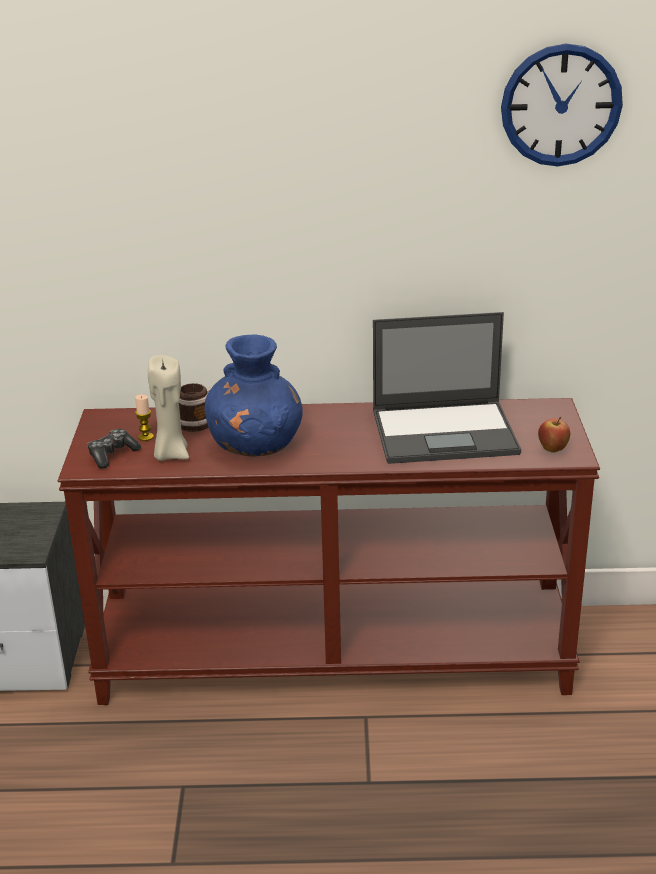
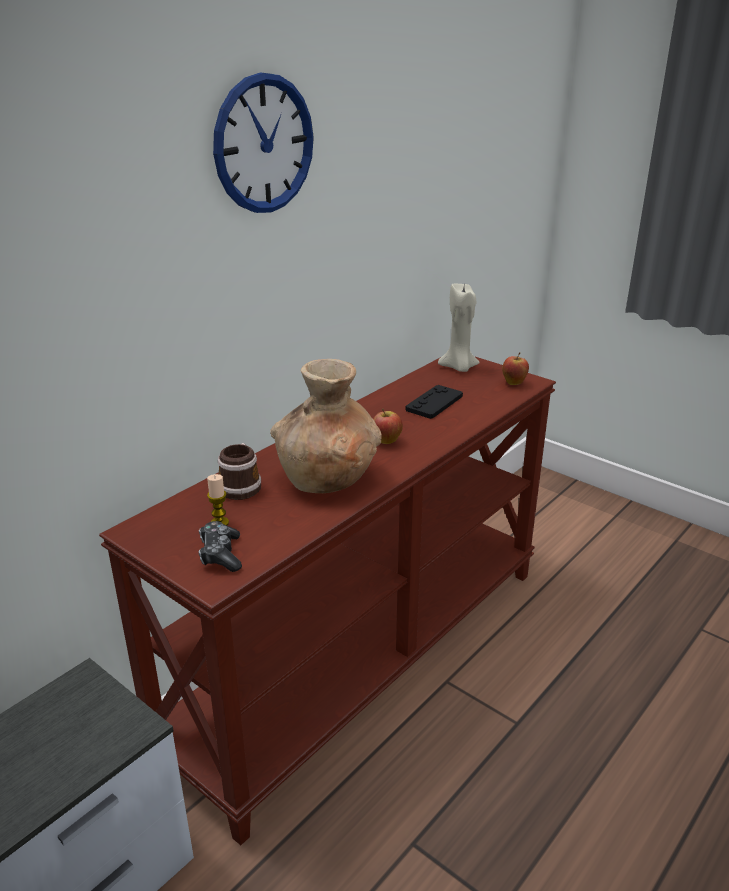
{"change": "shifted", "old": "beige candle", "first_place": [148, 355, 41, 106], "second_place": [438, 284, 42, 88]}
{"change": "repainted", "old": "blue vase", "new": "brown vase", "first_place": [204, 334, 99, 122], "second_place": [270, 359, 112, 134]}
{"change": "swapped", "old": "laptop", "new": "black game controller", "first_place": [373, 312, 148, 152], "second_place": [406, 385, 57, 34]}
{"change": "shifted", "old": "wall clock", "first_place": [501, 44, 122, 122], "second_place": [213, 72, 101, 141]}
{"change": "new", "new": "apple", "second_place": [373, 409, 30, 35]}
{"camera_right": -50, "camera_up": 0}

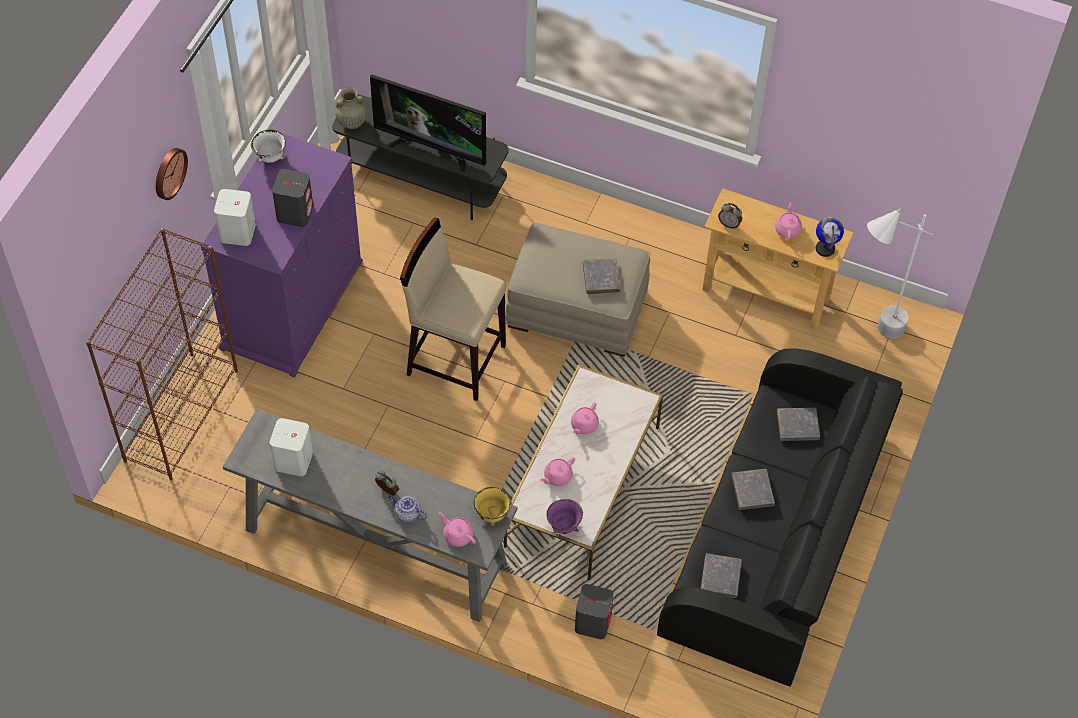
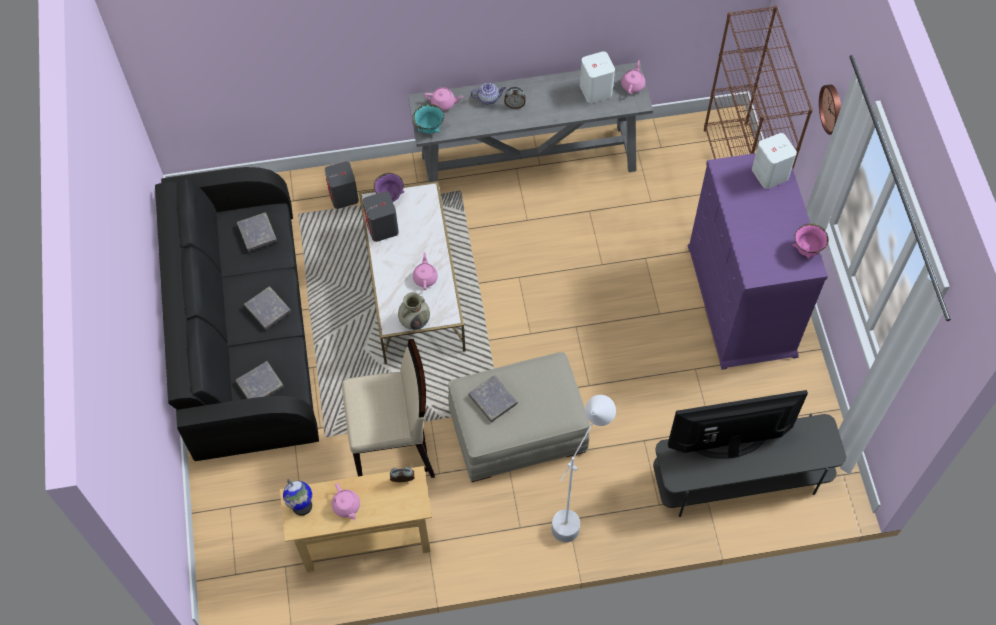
{"change": "repainted", "old": "white bowl", "new": "pink bowl", "first_place": [251, 129, 35, 34], "second_place": [792, 223, 37, 36]}
{"change": "shifted", "old": "grey speaker", "first_place": [272, 169, 41, 58], "second_place": [363, 191, 36, 51]}
{"change": "shifted", "old": "beige vase", "first_place": [335, 87, 32, 42], "second_place": [398, 292, 32, 38]}
{"change": "shifted", "old": "beige stool", "first_place": [400, 217, 106, 184], "second_place": [342, 339, 93, 139]}
{"change": "repainted", "old": "yellow bowl", "new": "turquoise bowl", "first_place": [474, 487, 38, 39], "second_place": [413, 104, 31, 30]}
{"change": "shifted", "old": "pink teapot", "first_place": [540, 457, 35, 29], "second_place": [621, 61, 24, 33]}
{"change": "shifted", "old": "white floor lamp", "first_place": [867, 208, 66, 131], "second_place": [552, 395, 64, 147]}
{"camera_right": 150, "camera_up": 5}

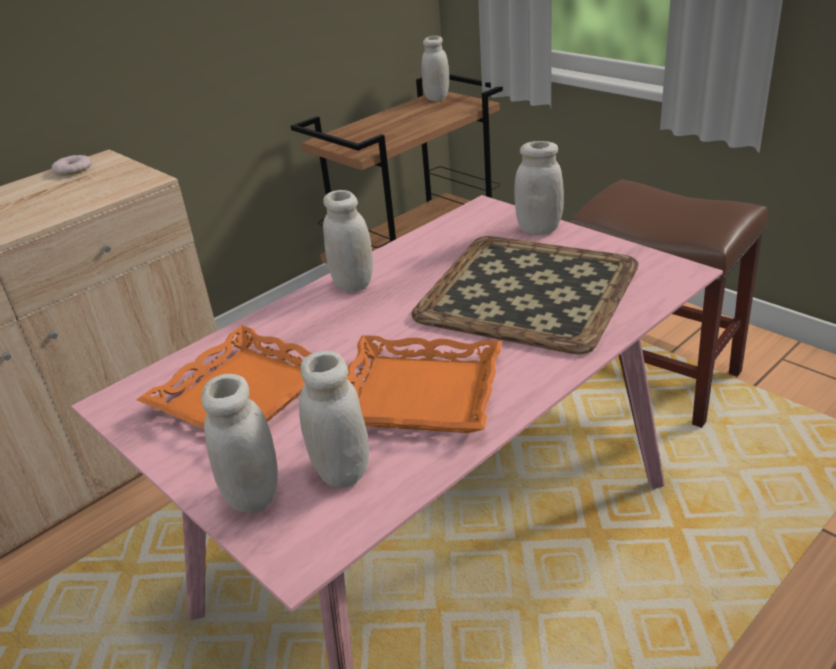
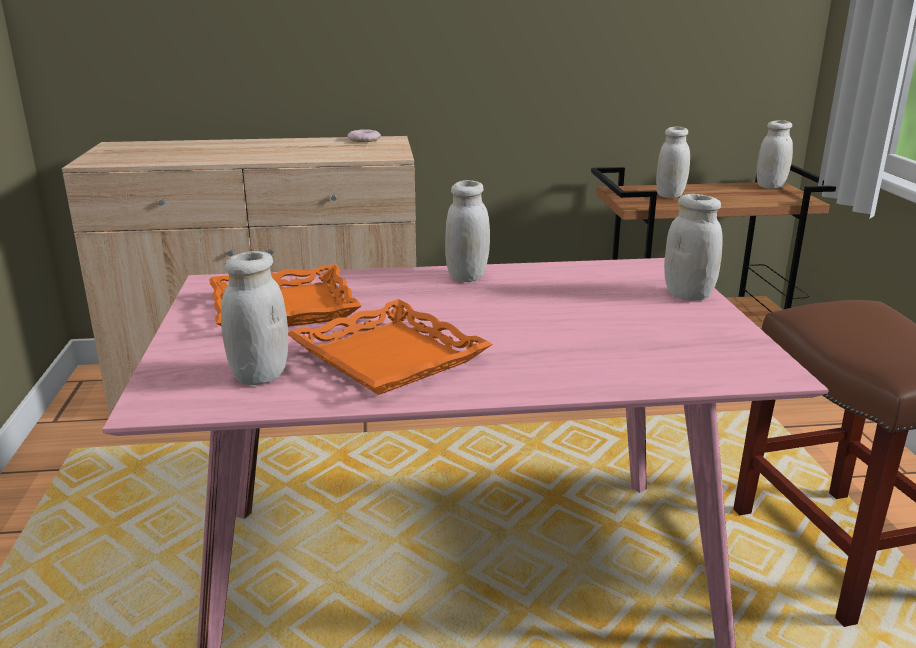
{"change": "shifted", "old": "white jar", "first_place": [202, 374, 76, 139], "second_place": [656, 127, 34, 71]}
{"change": "gone", "old": "tray", "first_place": [411, 236, 227, 119]}
{"camera_right": 35, "camera_up": -10}

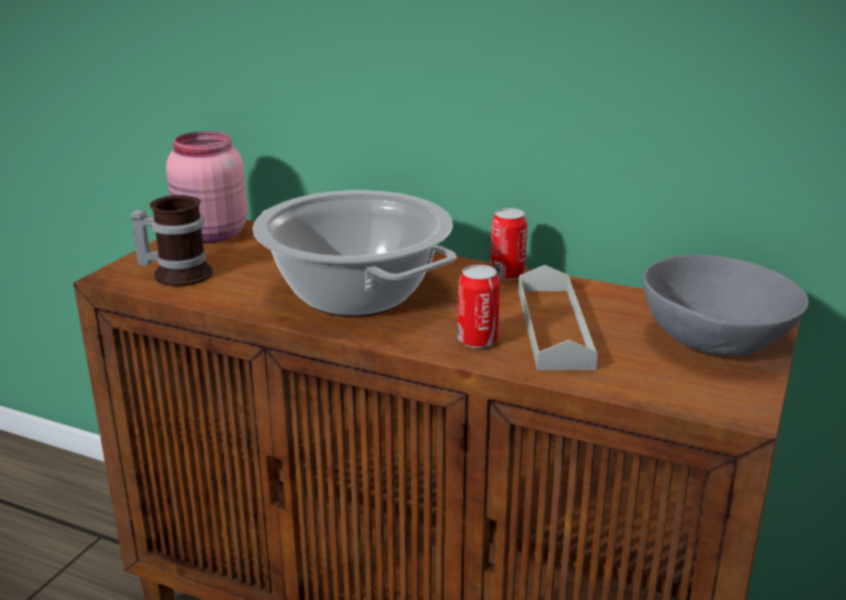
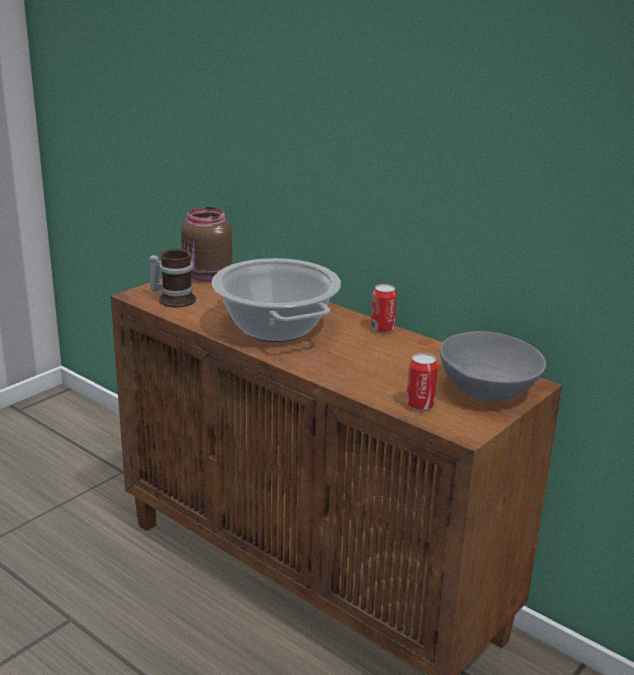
{"change": "repainted", "old": "pink jar", "new": "brown jar", "first_place": [166, 131, 82, 112], "second_place": [181, 207, 51, 75]}
{"change": "shifted", "old": "can", "first_place": [457, 265, 43, 83], "second_place": [406, 353, 32, 58]}
{"change": "gone", "old": "grey tray", "first_place": [518, 265, 80, 105]}
{"camera_right": 15, "camera_up": 0}

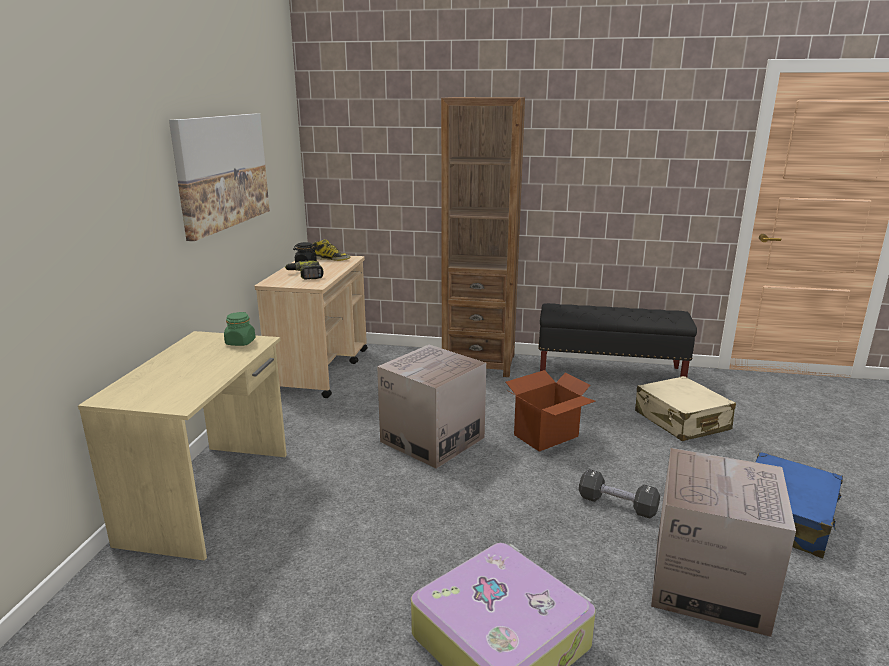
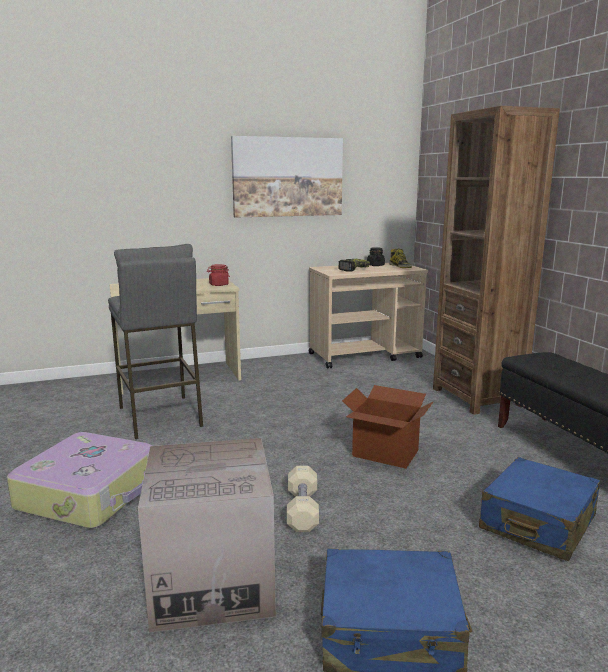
{"change": "repainted", "old": "green jar", "new": "red jar", "first_place": [224, 312, 32, 34], "second_place": [207, 264, 23, 22]}
{"change": "gone", "old": "cardboard box", "first_place": [377, 345, 109, 124]}
{"change": "repainted", "old": "black dumbbell", "new": "beige dumbbell", "first_place": [579, 469, 81, 50], "second_place": [287, 466, 32, 66]}
{"change": "repainted", "old": "beige suitcase", "new": "blue suitcase", "first_place": [635, 376, 101, 65], "second_place": [479, 457, 121, 104]}
{"change": "new", "new": "grey stool", "second_place": [108, 244, 95, 195]}
{"camera_right": 60, "camera_up": -5}

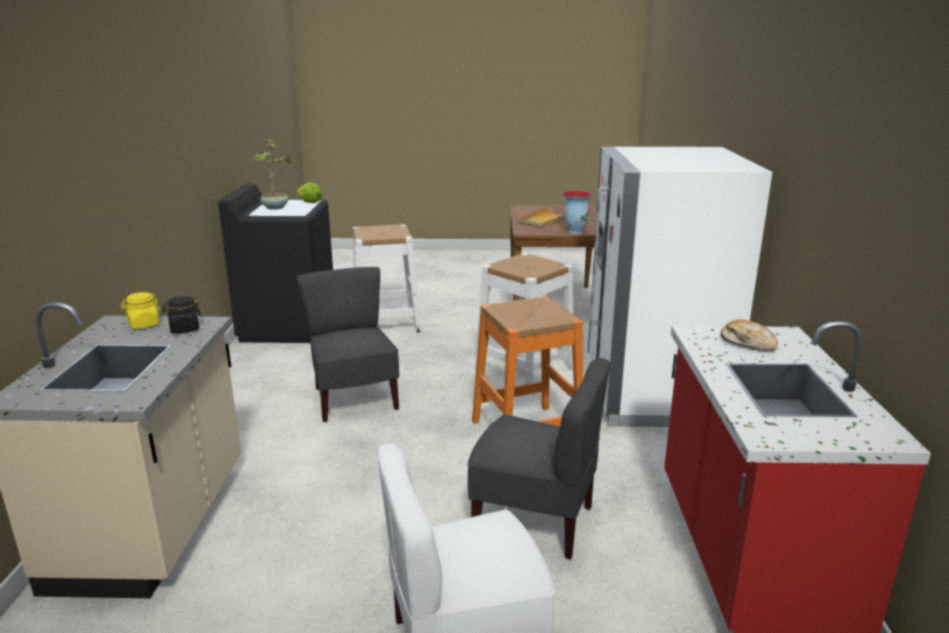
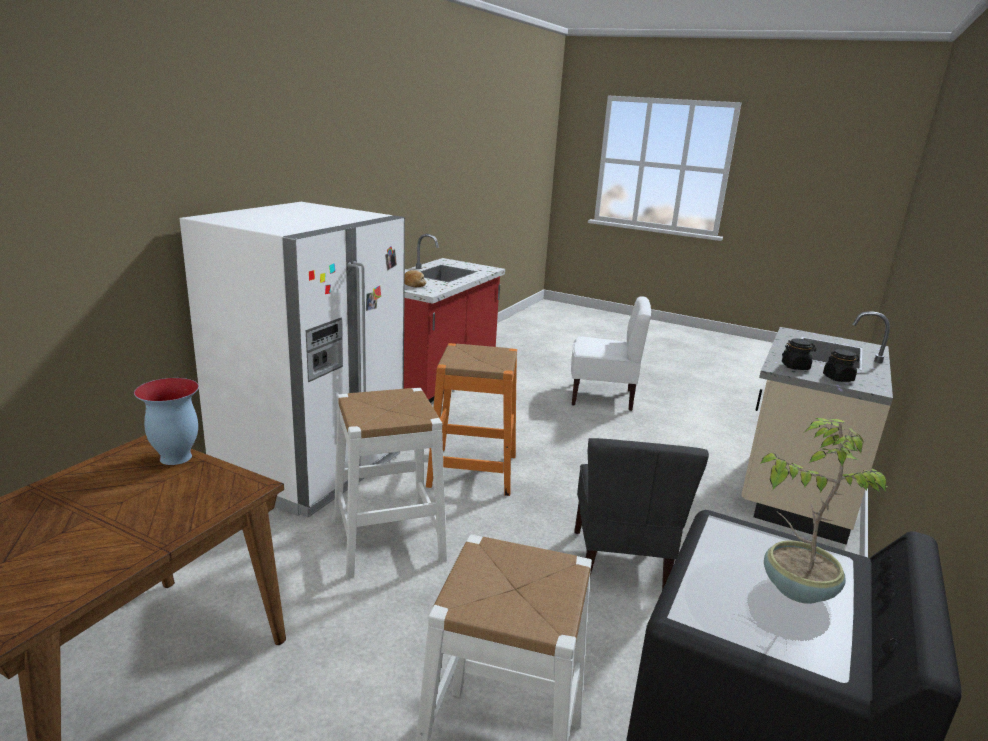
{"change": "repainted", "old": "yellow jar", "new": "black jar", "first_place": [121, 292, 40, 37], "second_place": [823, 349, 36, 33]}
{"change": "gone", "old": "lettuce", "first_place": [297, 183, 25, 20]}
{"change": "gone", "old": "grey chair", "first_place": [468, 358, 142, 201]}
{"change": "gone", "old": "beige tray", "first_place": [519, 208, 45, 20]}
{"camera_right": -155, "camera_up": 0}

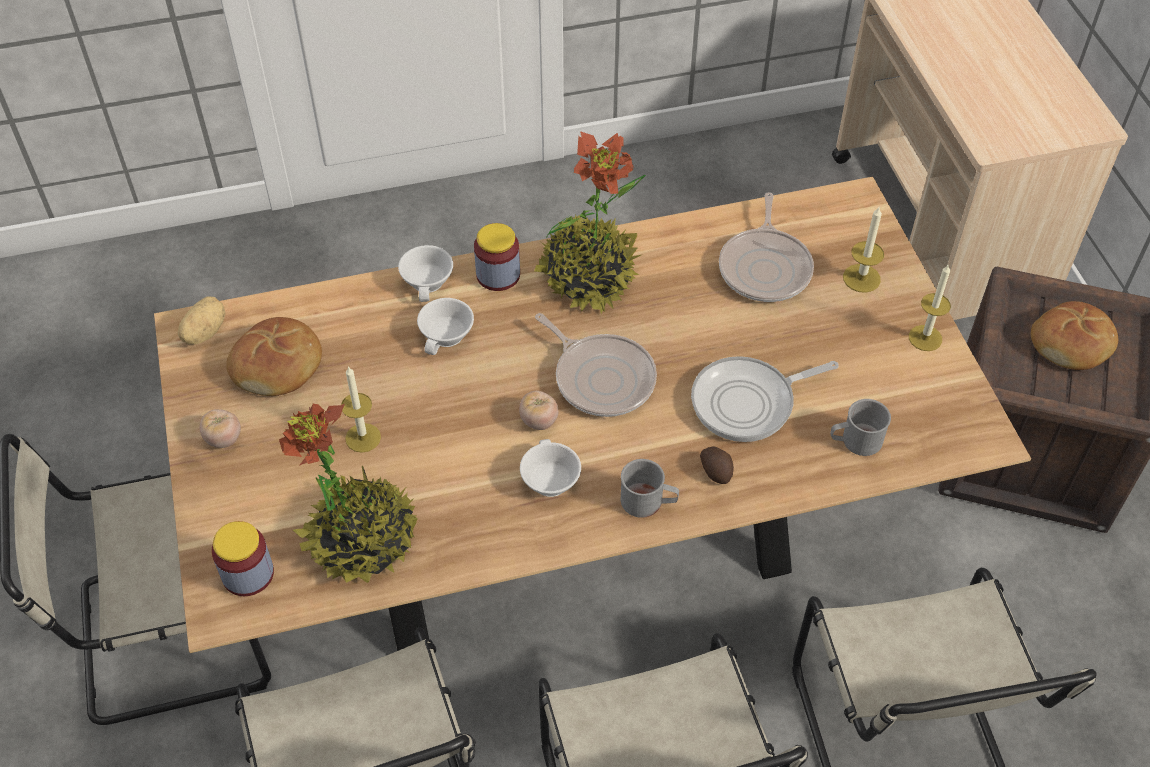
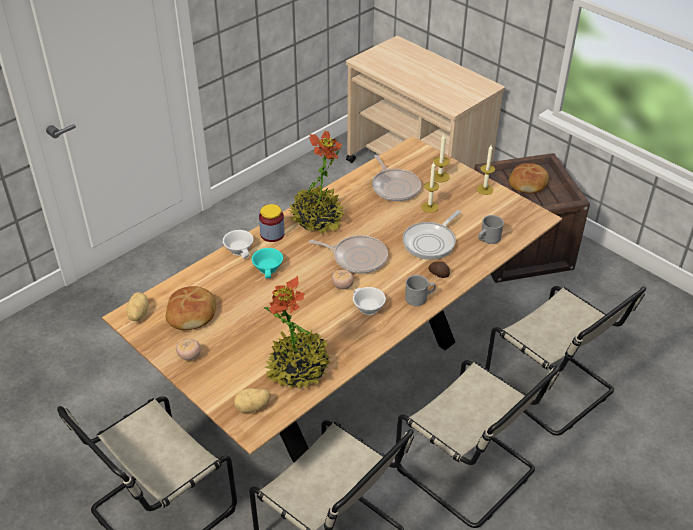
{"change": "swapped", "old": "jar", "new": "potato", "first_place": [211, 521, 63, 75], "second_place": [234, 388, 37, 25]}
{"change": "shifted", "old": "candle", "first_place": [341, 366, 40, 87], "second_place": [421, 162, 18, 51]}
{"change": "repainted", "old": "white cup", "new": "turquoise cup", "first_place": [417, 298, 57, 57], "second_place": [252, 248, 31, 31]}
{"camera_right": -30, "camera_up": -10}

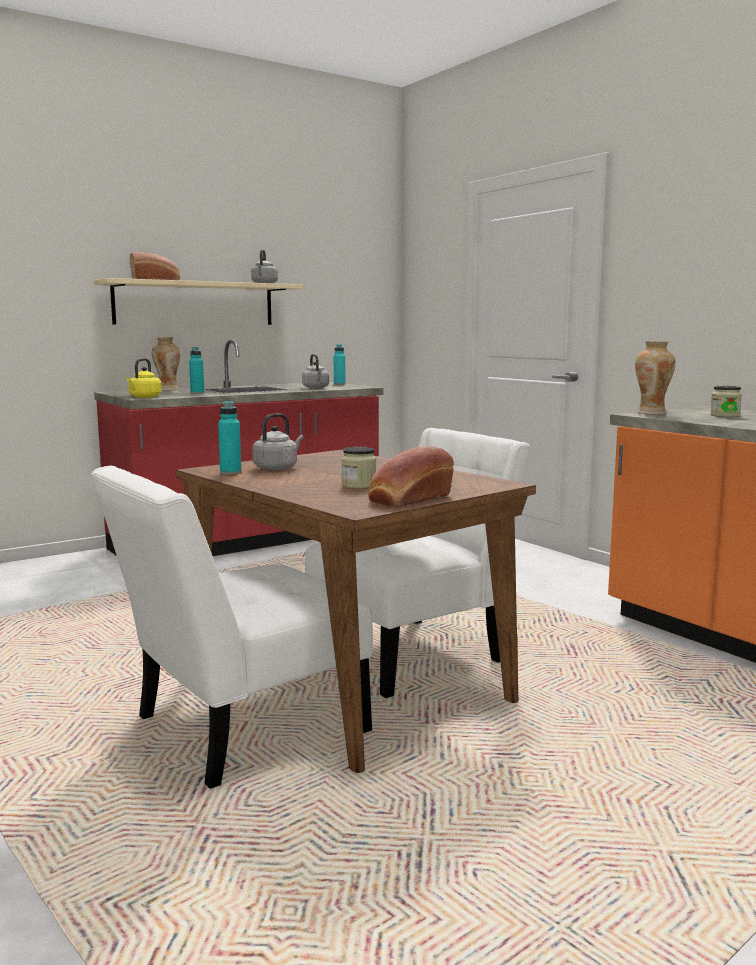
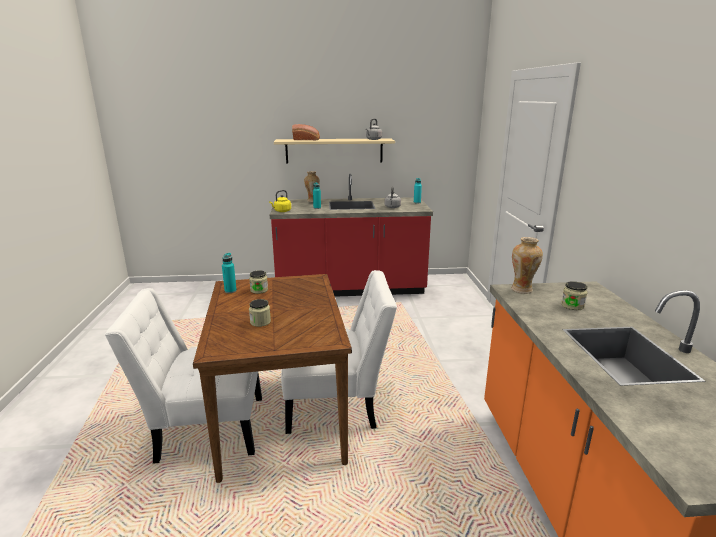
{"change": "swapped", "old": "grey kettle", "new": "jar", "first_place": [252, 413, 51, 57], "second_place": [249, 270, 19, 24]}
{"change": "gone", "old": "bread", "first_place": [368, 446, 86, 61]}
{"camera_right": 30, "camera_up": 10}

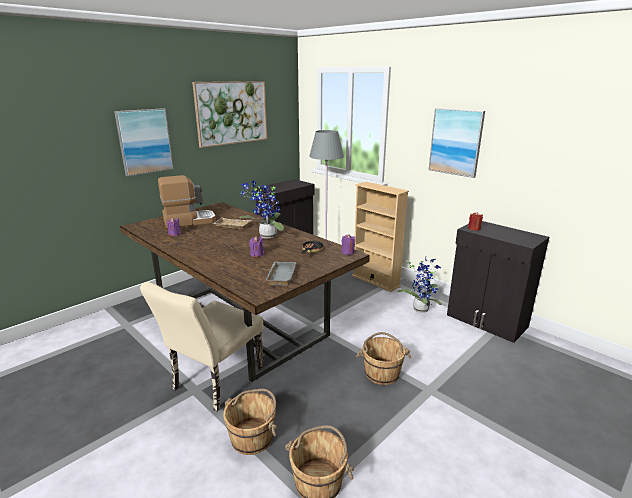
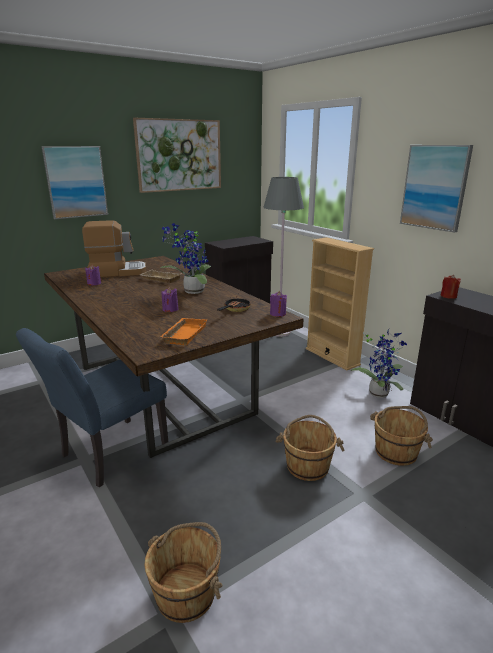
{"change": "repainted", "old": "beige chair", "new": "blue chair", "first_place": [140, 282, 124, 130], "second_place": [16, 328, 152, 159]}
{"change": "shifted", "old": "brown bucket", "first_place": [223, 389, 54, 66], "second_place": [370, 406, 63, 60]}
{"change": "repainted", "old": "grey tray", "new": "orange tray", "first_place": [266, 262, 30, 24], "second_place": [160, 318, 47, 27]}
{"camera_right": 10, "camera_up": 0}

